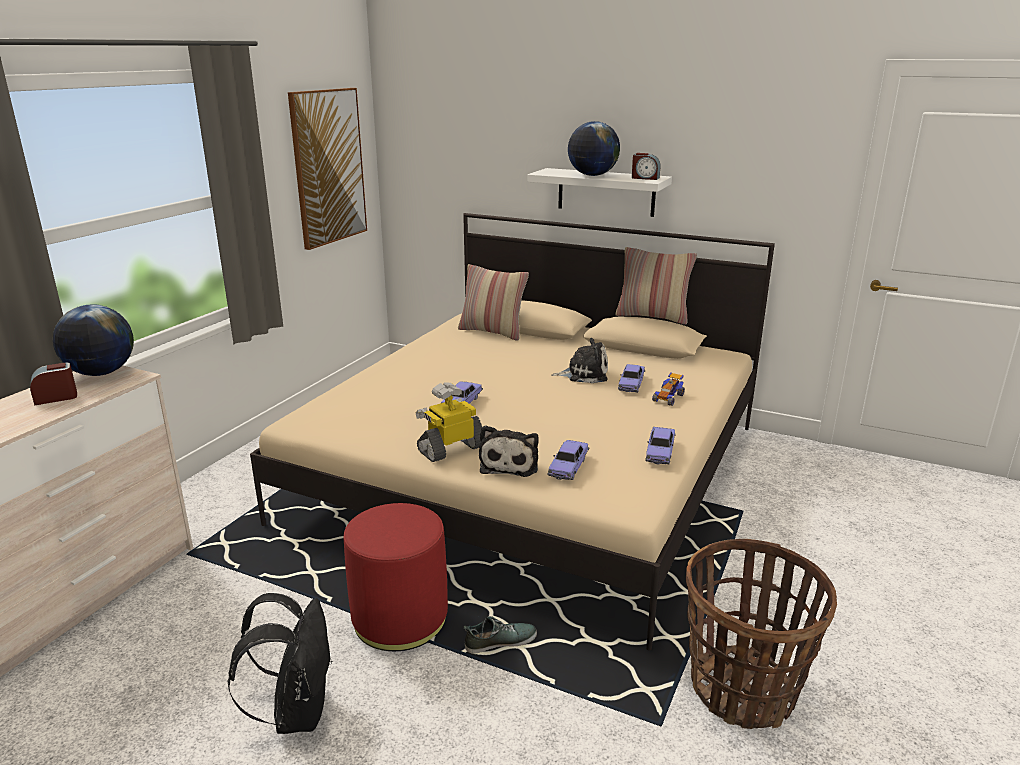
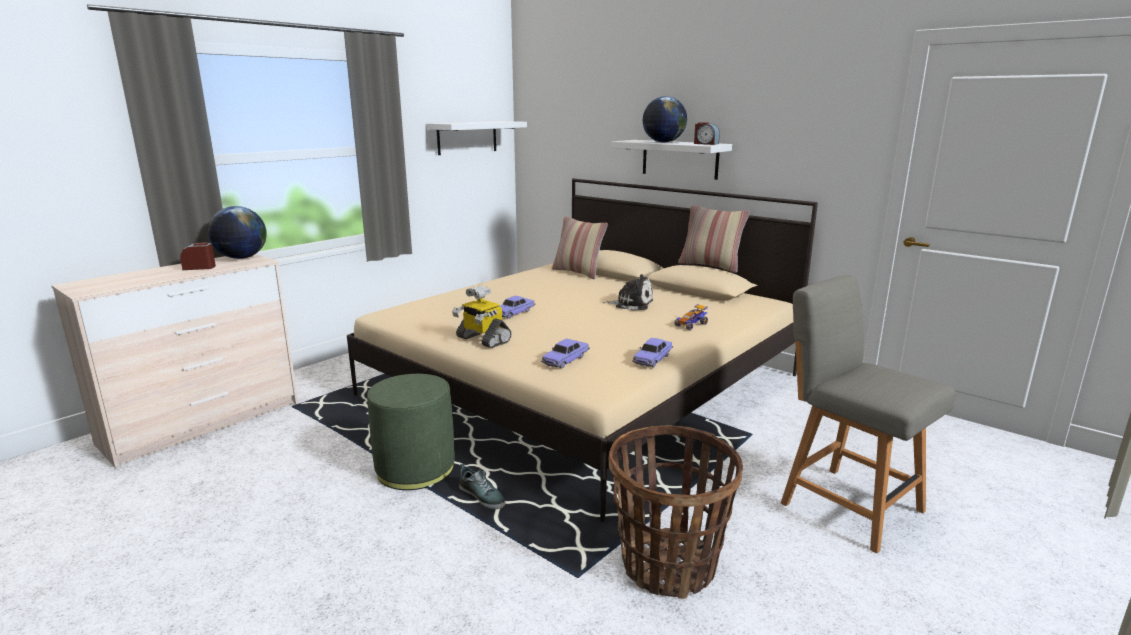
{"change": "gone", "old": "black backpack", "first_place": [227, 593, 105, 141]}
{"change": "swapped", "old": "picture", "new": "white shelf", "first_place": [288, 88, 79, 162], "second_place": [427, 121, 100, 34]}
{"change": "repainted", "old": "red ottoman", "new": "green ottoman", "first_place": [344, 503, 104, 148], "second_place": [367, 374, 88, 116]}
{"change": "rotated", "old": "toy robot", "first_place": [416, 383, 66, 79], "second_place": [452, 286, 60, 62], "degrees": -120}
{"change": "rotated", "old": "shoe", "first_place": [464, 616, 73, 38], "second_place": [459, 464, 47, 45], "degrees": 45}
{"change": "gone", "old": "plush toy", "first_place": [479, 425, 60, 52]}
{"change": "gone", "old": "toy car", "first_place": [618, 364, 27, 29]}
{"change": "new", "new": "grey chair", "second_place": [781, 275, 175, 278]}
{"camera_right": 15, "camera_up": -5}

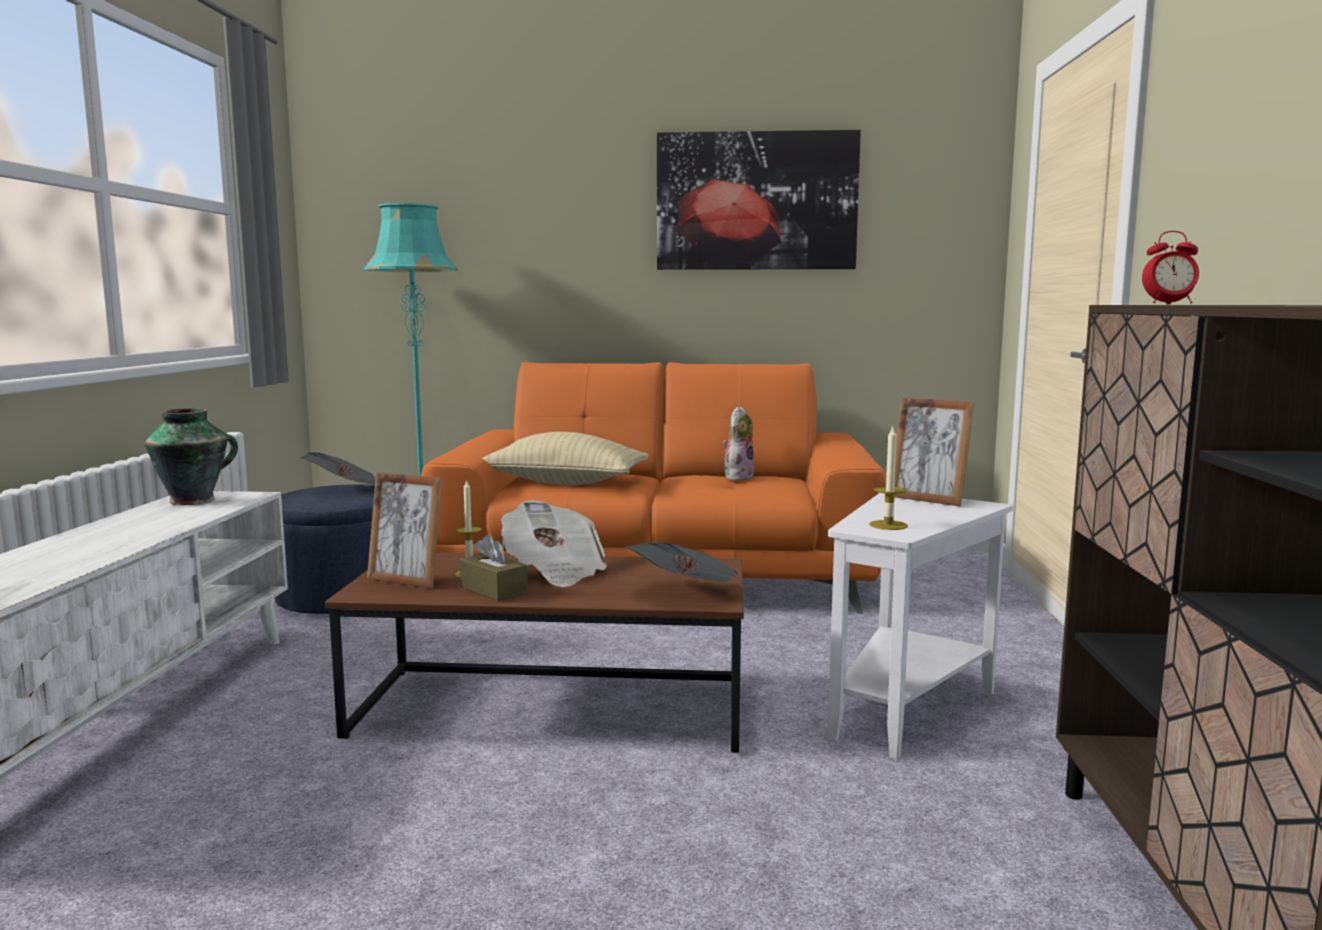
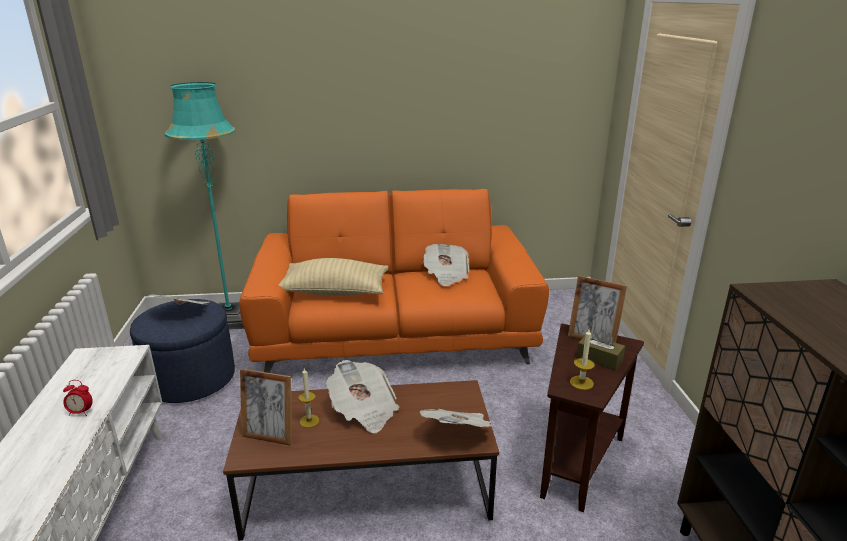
{"change": "gone", "old": "vase", "first_place": [145, 408, 93, 97]}
{"change": "shifted", "old": "brown tissue box", "first_place": [459, 534, 69, 67], "second_place": [576, 330, 49, 40]}
{"change": "gone", "old": "picture", "first_place": [657, 130, 204, 140]}
{"change": "swapped", "old": "plush toy", "new": "newspaper", "first_place": [723, 406, 31, 75], "second_place": [423, 244, 46, 42]}
{"change": "repainted", "old": "white side table", "new": "brown side table", "first_place": [828, 493, 185, 266], "second_place": [540, 324, 104, 188]}
{"change": "shifted", "old": "alarm clock", "first_place": [1142, 231, 57, 73], "second_place": [63, 380, 30, 36]}
{"camera_right": -10, "camera_up": 15}

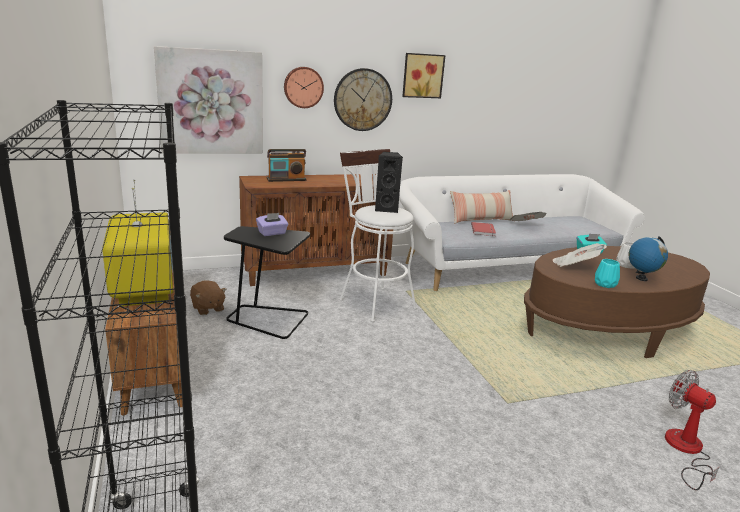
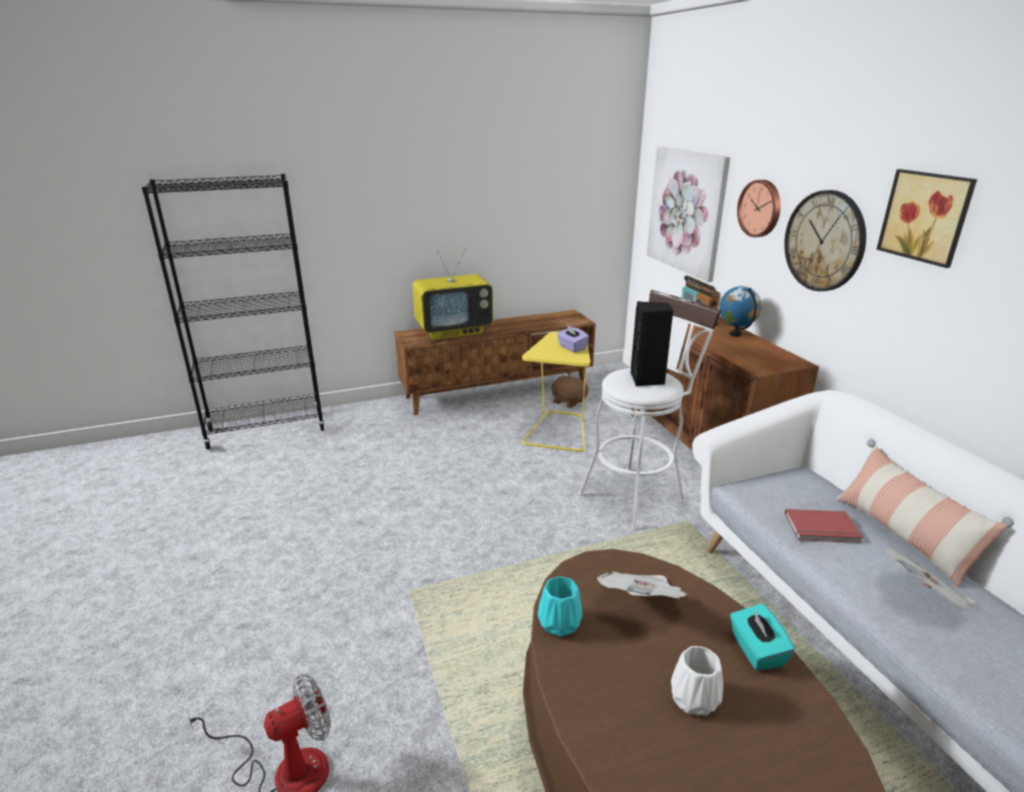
{"change": "rotated", "old": "brown plush toy", "first_place": [190, 280, 37, 35], "second_place": [552, 375, 36, 33], "degrees": 75}
{"change": "repainted", "old": "black side table", "new": "yellow side table", "first_place": [224, 226, 86, 113], "second_place": [522, 332, 69, 120]}
{"change": "shifted", "old": "globe", "first_place": [629, 236, 39, 45], "second_place": [719, 286, 43, 51]}
{"camera_right": 90, "camera_up": 5}

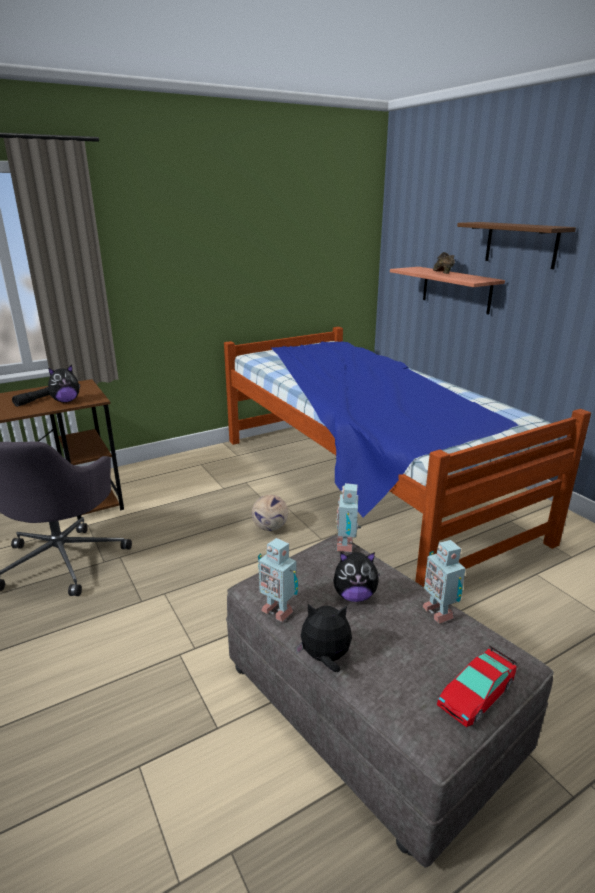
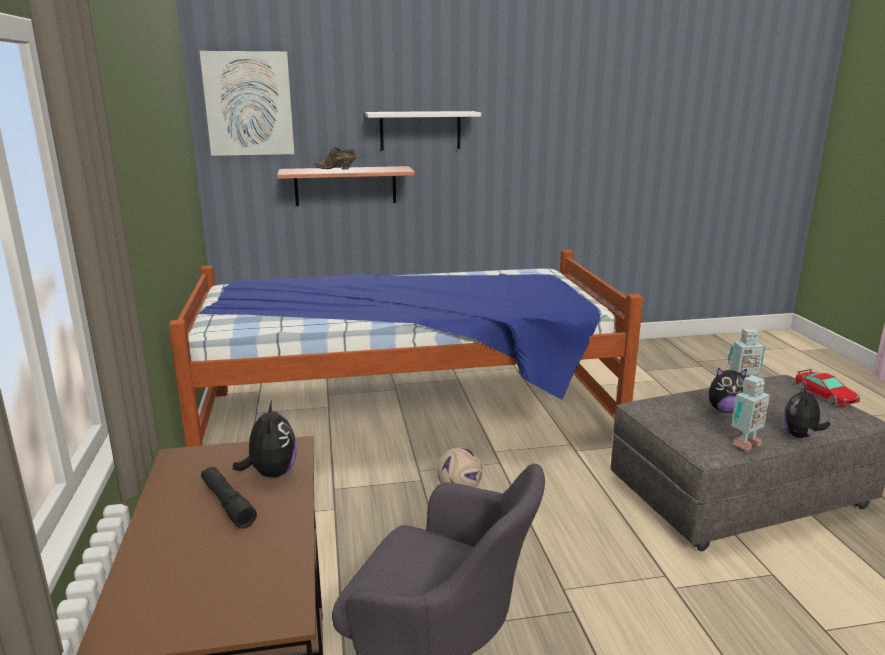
{"change": "rotated", "old": "plush toy", "first_place": [333, 552, 47, 50], "second_place": [709, 368, 38, 45], "degrees": 75}
{"change": "gone", "old": "toy robot", "first_place": [335, 483, 26, 69]}
{"change": "repainted", "old": "brown shelf", "new": "white shelf", "first_place": [457, 222, 119, 47], "second_place": [365, 111, 116, 39]}
{"change": "new", "new": "picture", "second_place": [200, 51, 95, 105]}
{"camera_right": -70, "camera_up": -5}

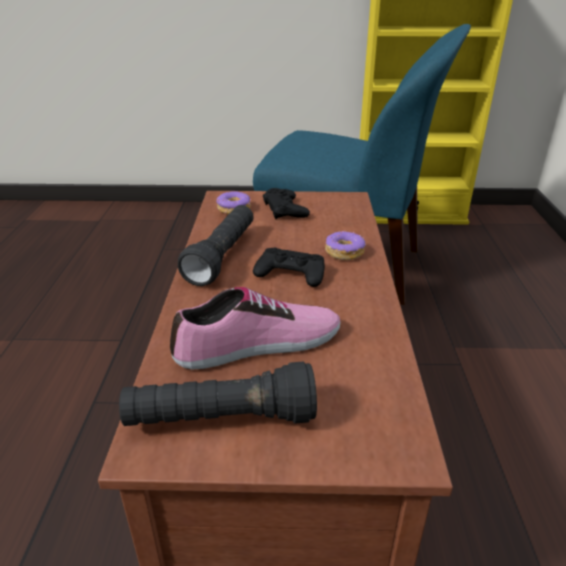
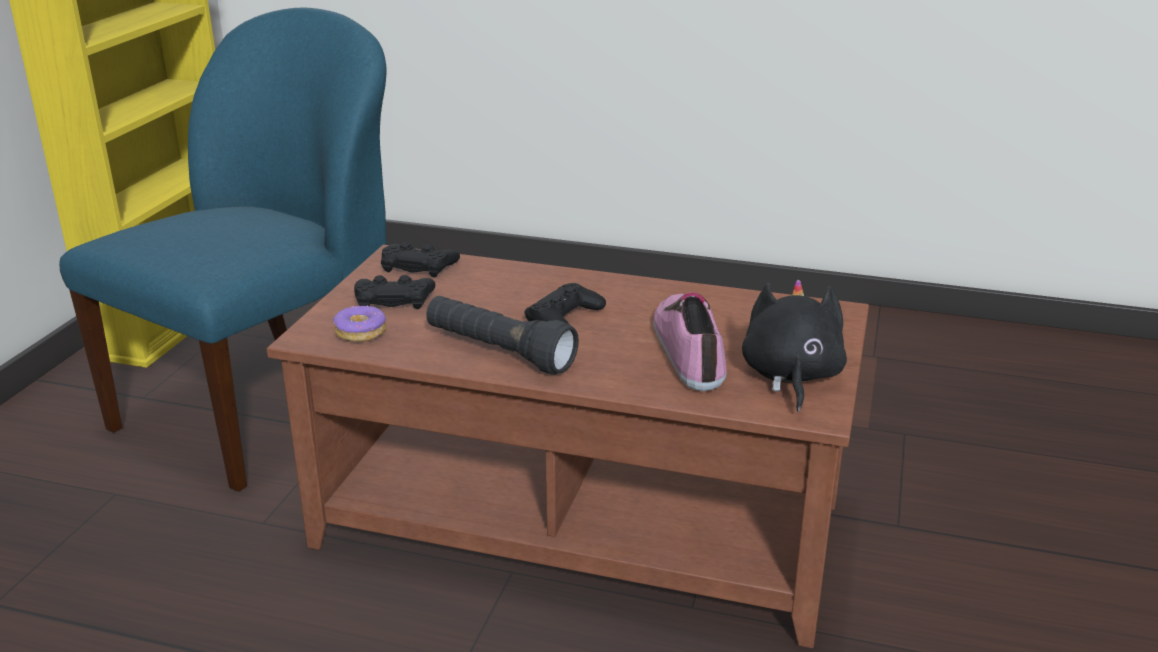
{"change": "swapped", "old": "black flashlight", "new": "black plush toy", "first_place": [119, 362, 198, 64], "second_place": [742, 280, 105, 132]}
{"change": "gone", "old": "donut", "first_place": [325, 231, 40, 29]}
{"change": "new", "new": "black game controller", "second_place": [381, 242, 79, 35]}
{"camera_right": -75, "camera_up": -5}

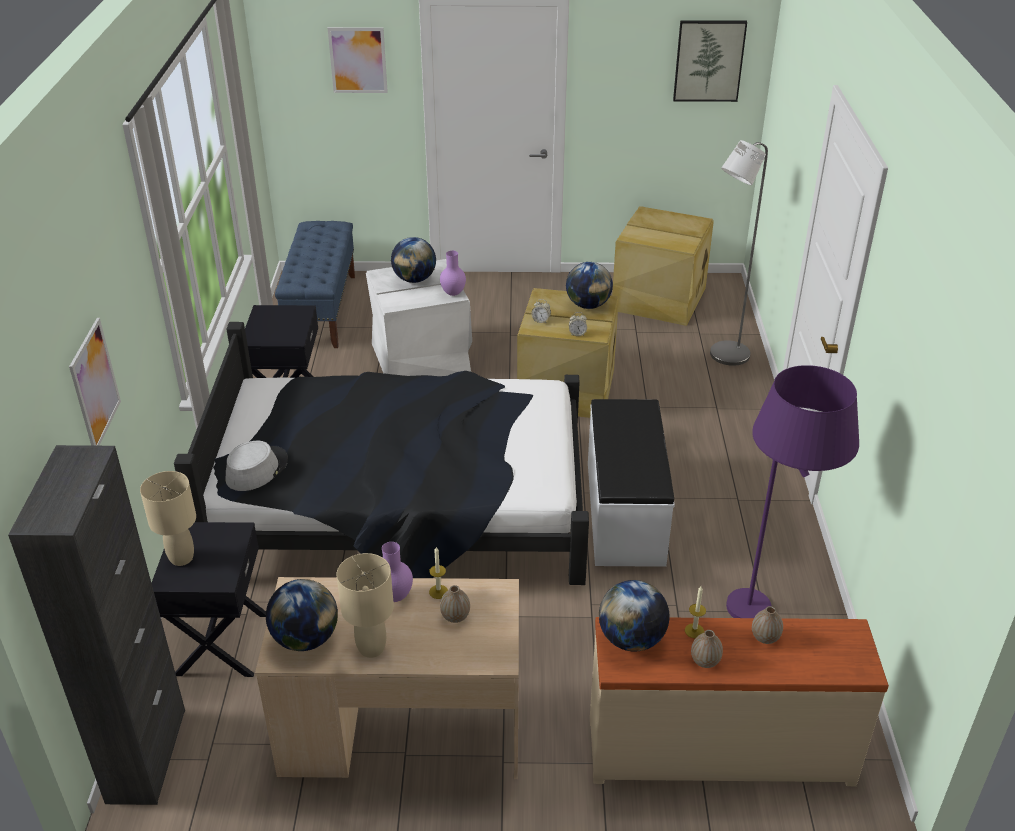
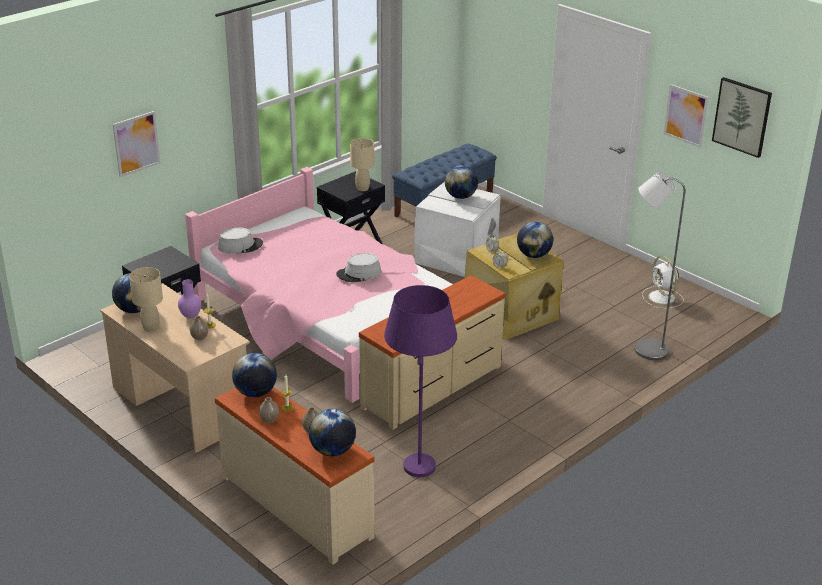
{"change": "gone", "old": "black cabinet", "first_place": [8, 445, 177, 360]}
{"change": "shifted", "old": "beige table lamp", "first_place": [140, 471, 56, 95], "second_place": [350, 138, 24, 53]}
{"change": "repainted", "old": "black bed", "new": "pink bed", "first_place": [174, 322, 415, 263], "second_place": [185, 167, 268, 236]}
{"change": "shifted", "old": "picture", "first_place": [328, 27, 60, 66], "second_place": [664, 84, 45, 64]}
{"change": "gone", "old": "purple vase", "first_place": [440, 250, 26, 46]}
{"change": "swapped", "old": "white bench", "new": "beige dresser", "first_place": [588, 399, 87, 168], "second_place": [359, 275, 147, 155]}
{"change": "swapped", "old": "beige storage box", "new": "white fan", "first_place": [612, 206, 102, 120], "second_place": [642, 256, 42, 53]}
{"change": "new", "new": "globe", "second_place": [309, 409, 47, 47]}
{"change": "new", "new": "grey hat", "second_place": [336, 253, 45, 30]}
{"camera_right": 45, "camera_up": -5}

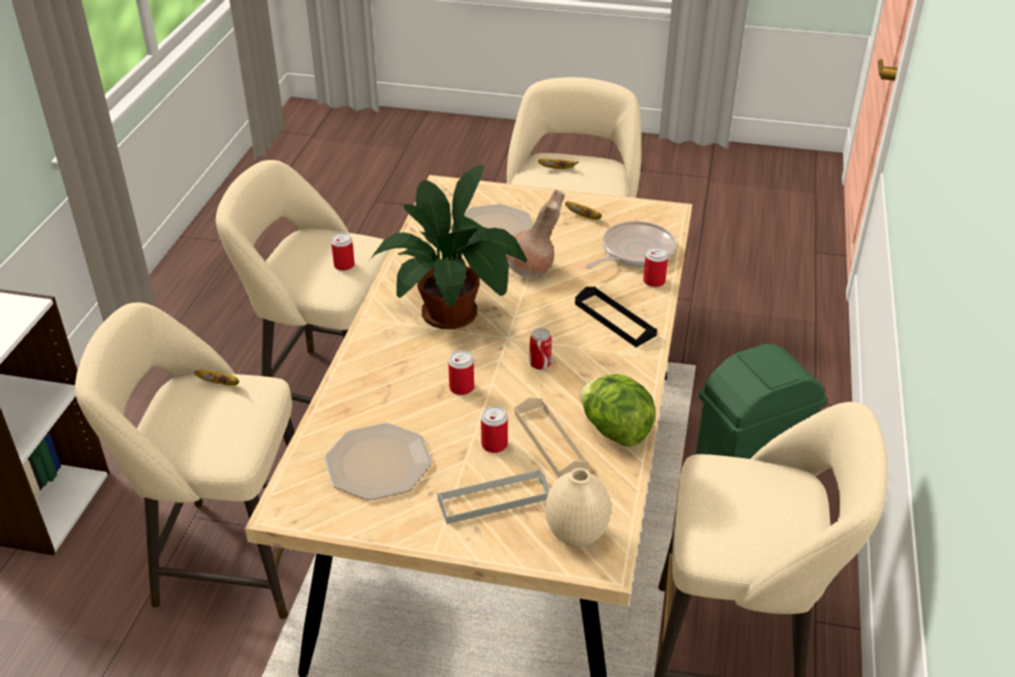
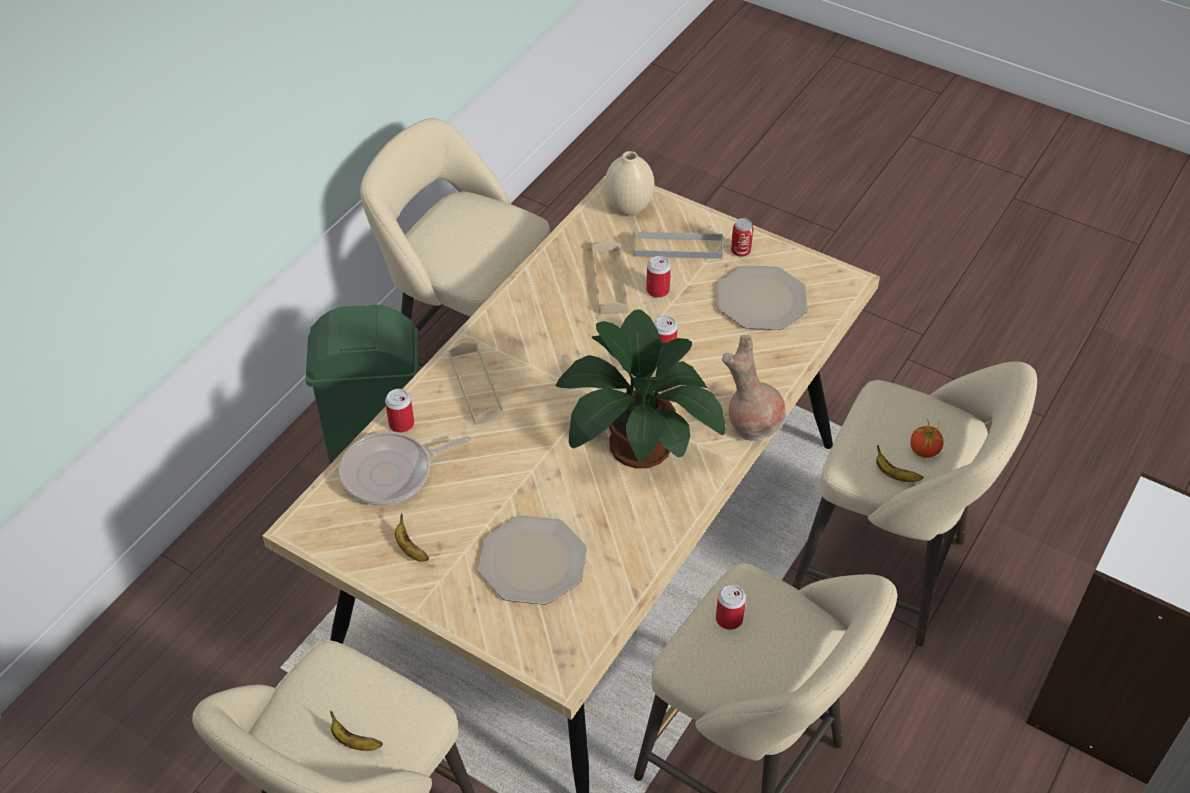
{"change": "shifted", "old": "brown vase", "first_place": [506, 190, 59, 89], "second_place": [722, 335, 64, 106]}
{"change": "shifted", "old": "can", "first_place": [530, 328, 22, 42], "second_place": [731, 218, 22, 39]}
{"change": "repainted", "old": "black tray", "new": "beige tray", "first_place": [575, 287, 82, 60], "second_place": [449, 342, 55, 83]}
{"change": "gone", "old": "lettuce", "first_place": [579, 374, 76, 73]}
{"change": "new", "new": "tomato", "second_place": [910, 420, 34, 38]}
{"camera_right": -160, "camera_up": 10}

